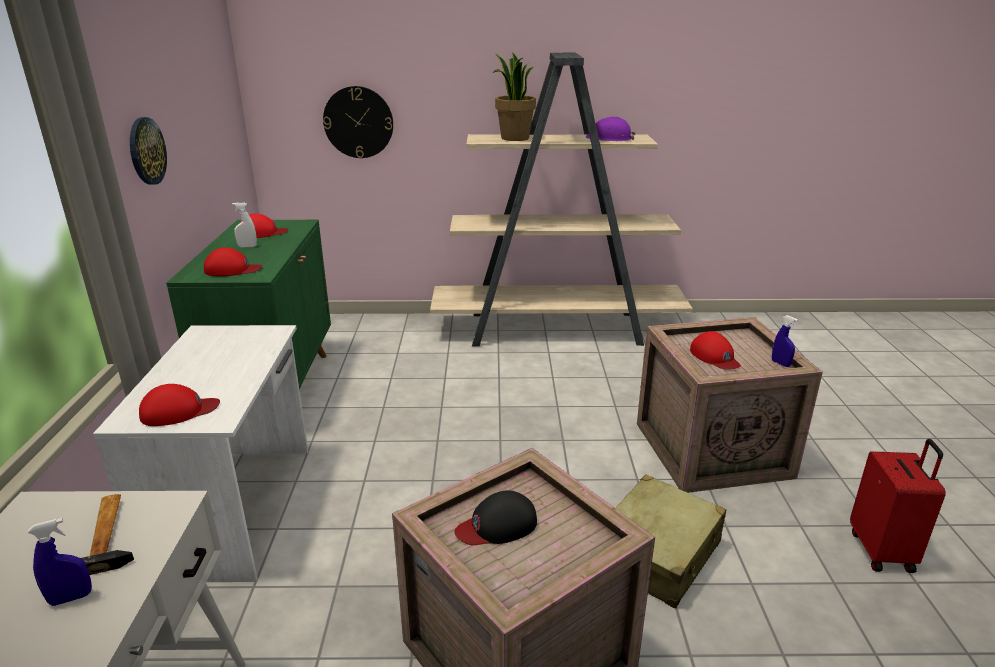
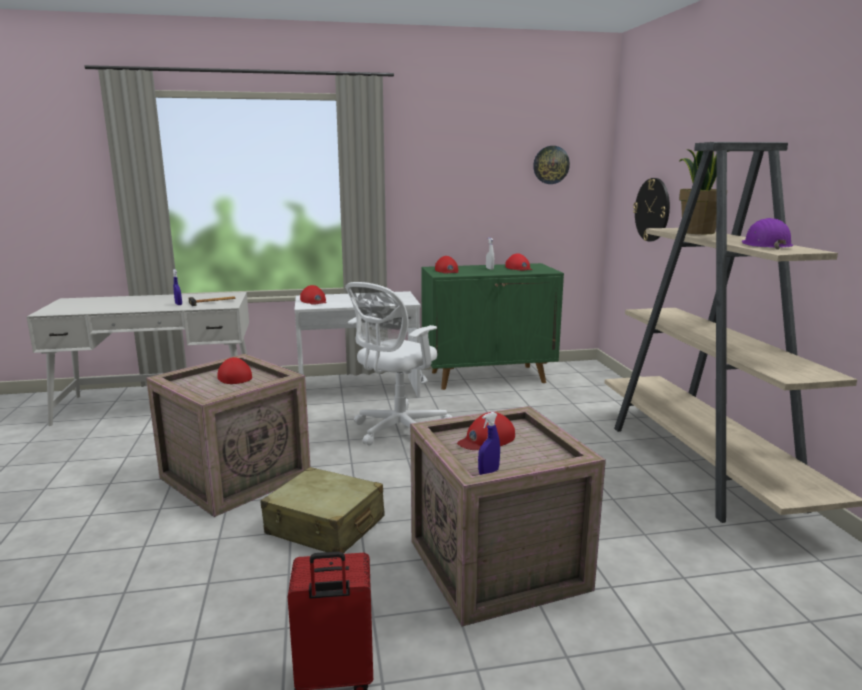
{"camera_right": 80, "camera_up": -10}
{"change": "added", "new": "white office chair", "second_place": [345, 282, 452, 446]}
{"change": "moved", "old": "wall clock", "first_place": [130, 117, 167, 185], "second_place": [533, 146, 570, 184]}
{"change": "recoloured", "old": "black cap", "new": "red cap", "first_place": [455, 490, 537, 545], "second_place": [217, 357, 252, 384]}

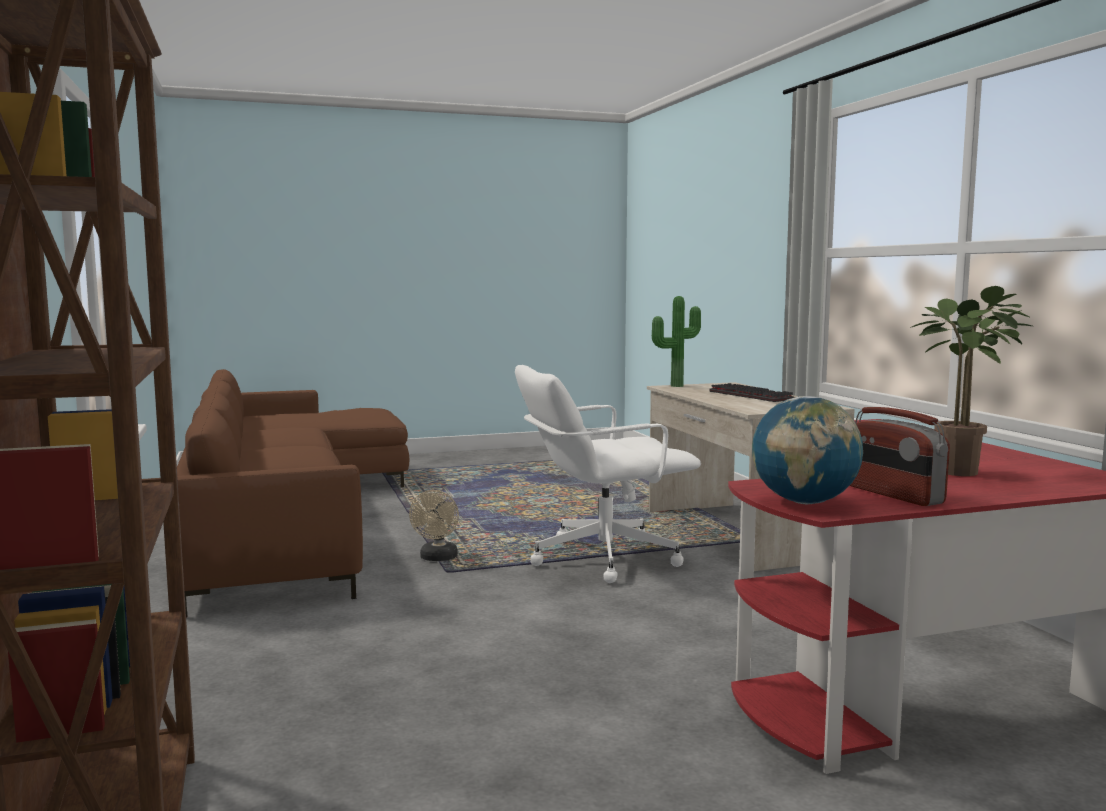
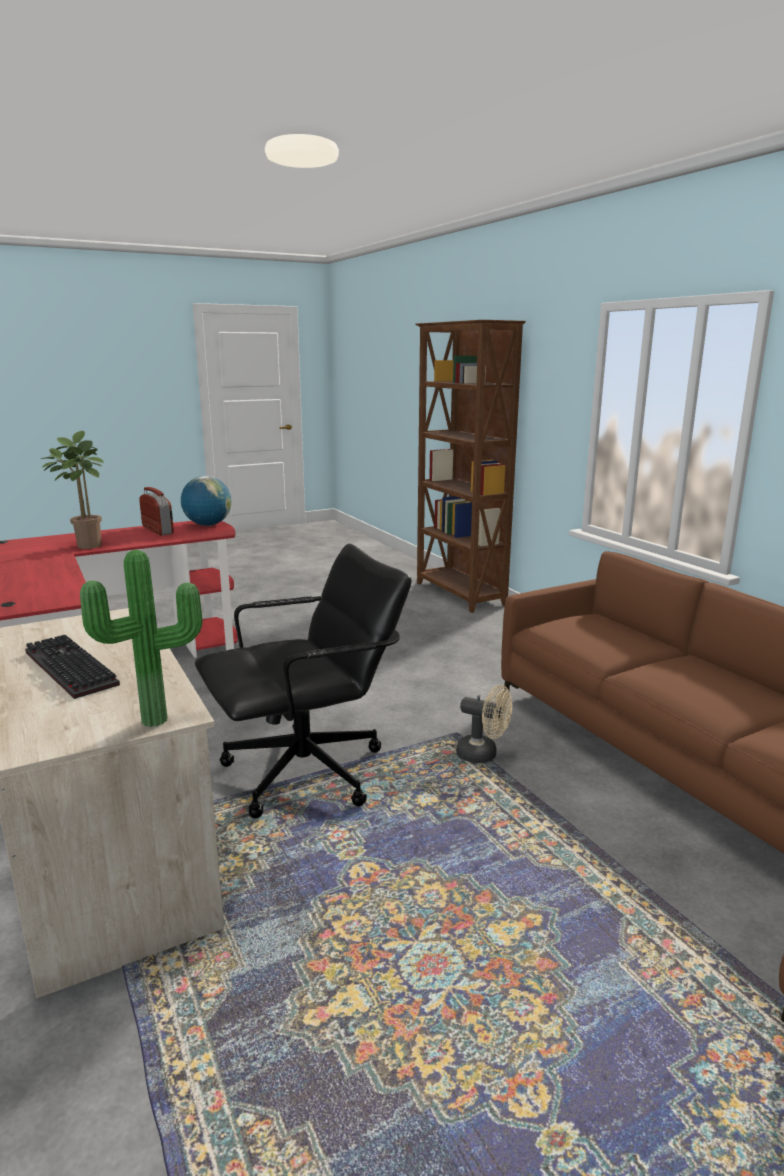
{"camera_right": 170, "camera_up": 10}
{"change": "recoloured", "old": "white office chair", "new": "black office chair", "first_place": [515, 365, 701, 583], "second_place": [195, 544, 412, 818]}
{"change": "turned", "old": "beige fan", "first_place": [409, 490, 459, 561], "second_place": [456, 685, 512, 763], "degrees": 120}

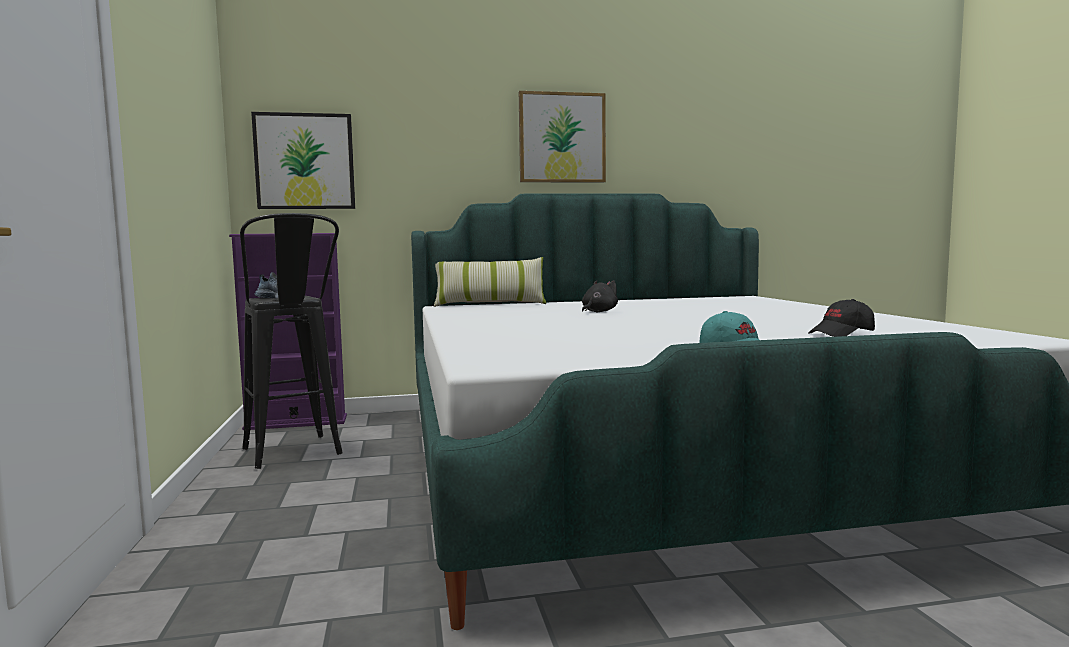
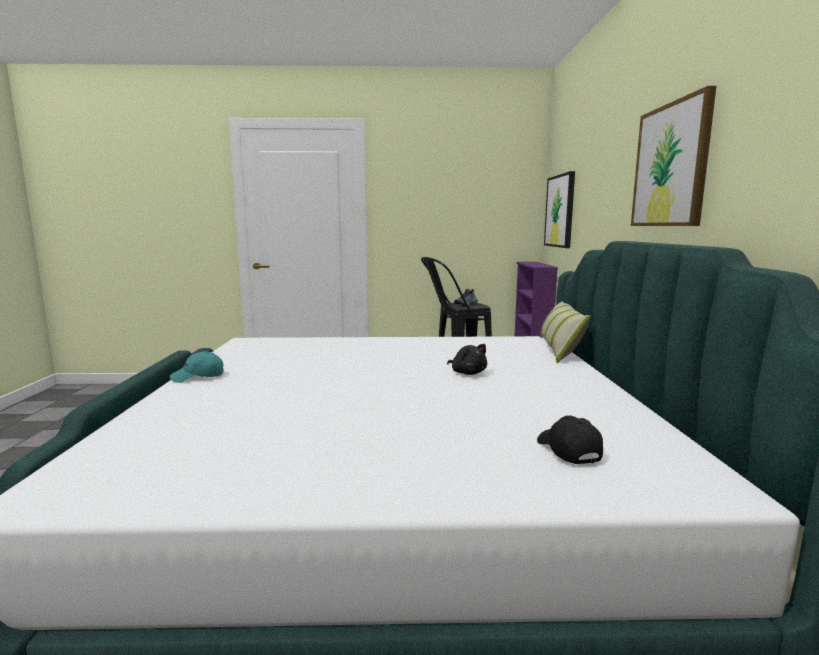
{"camera_right": 100, "camera_up": 5}
{"change": "moved", "old": "black cap", "first_place": [808, 299, 875, 337], "second_place": [537, 416, 603, 464]}

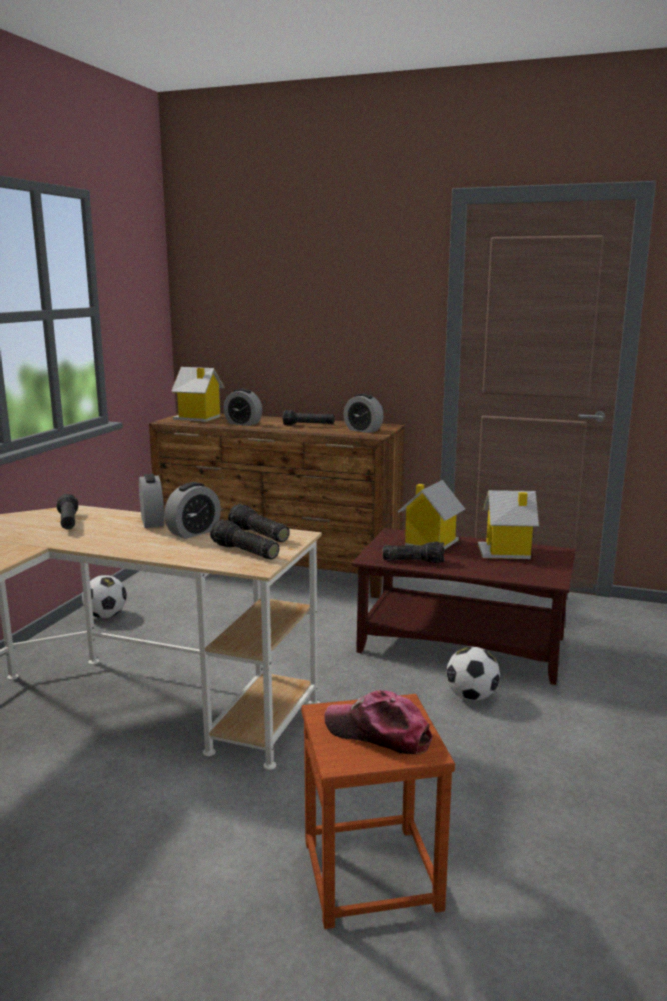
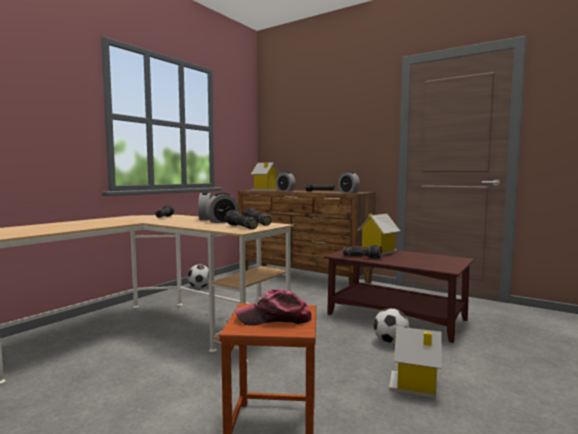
{"camera_right": 15, "camera_up": -10}
{"change": "moved", "old": "toy house", "first_place": [478, 490, 539, 559], "second_place": [389, 326, 442, 398]}
{"change": "turned", "old": "cap", "first_place": [324, 690, 432, 755], "second_place": [235, 289, 312, 326], "degrees": -45}

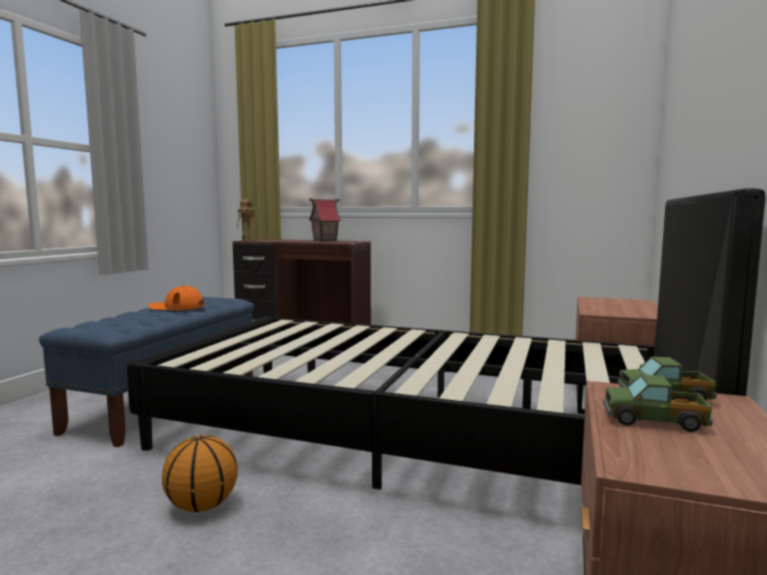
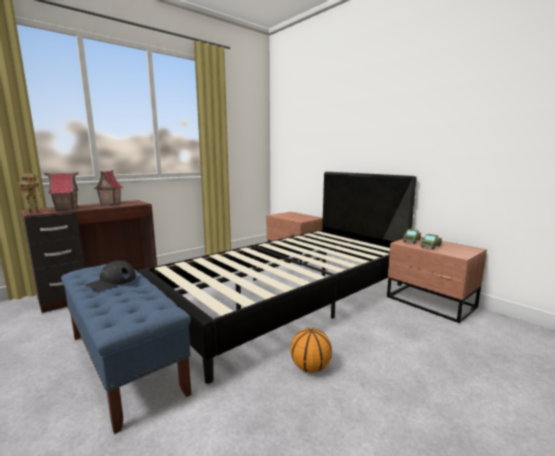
{"camera_right": -60, "camera_up": 5}
{"change": "added", "new": "toy house", "second_place": [44, 172, 79, 211]}
{"change": "recoloured", "old": "orange cap", "new": "black cap", "first_place": [149, 286, 204, 310], "second_place": [85, 261, 136, 290]}

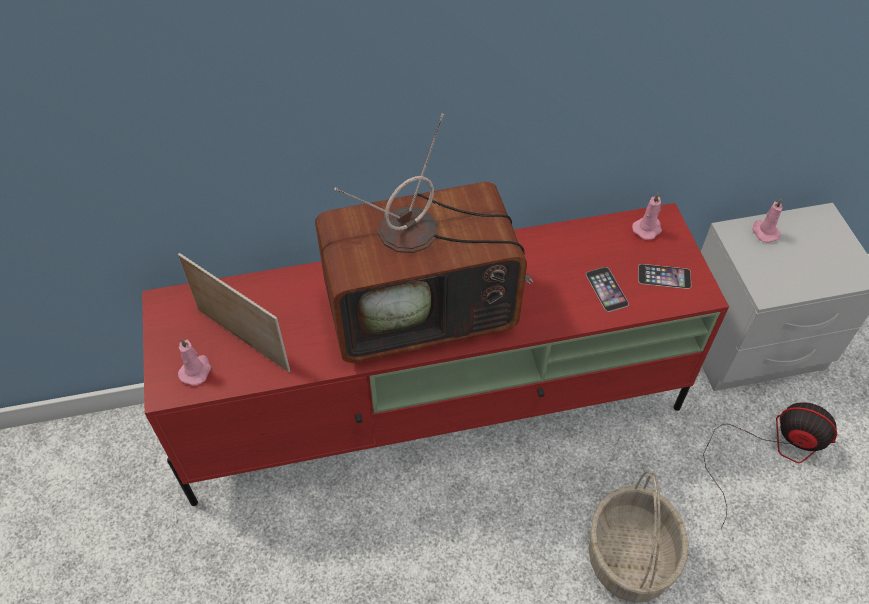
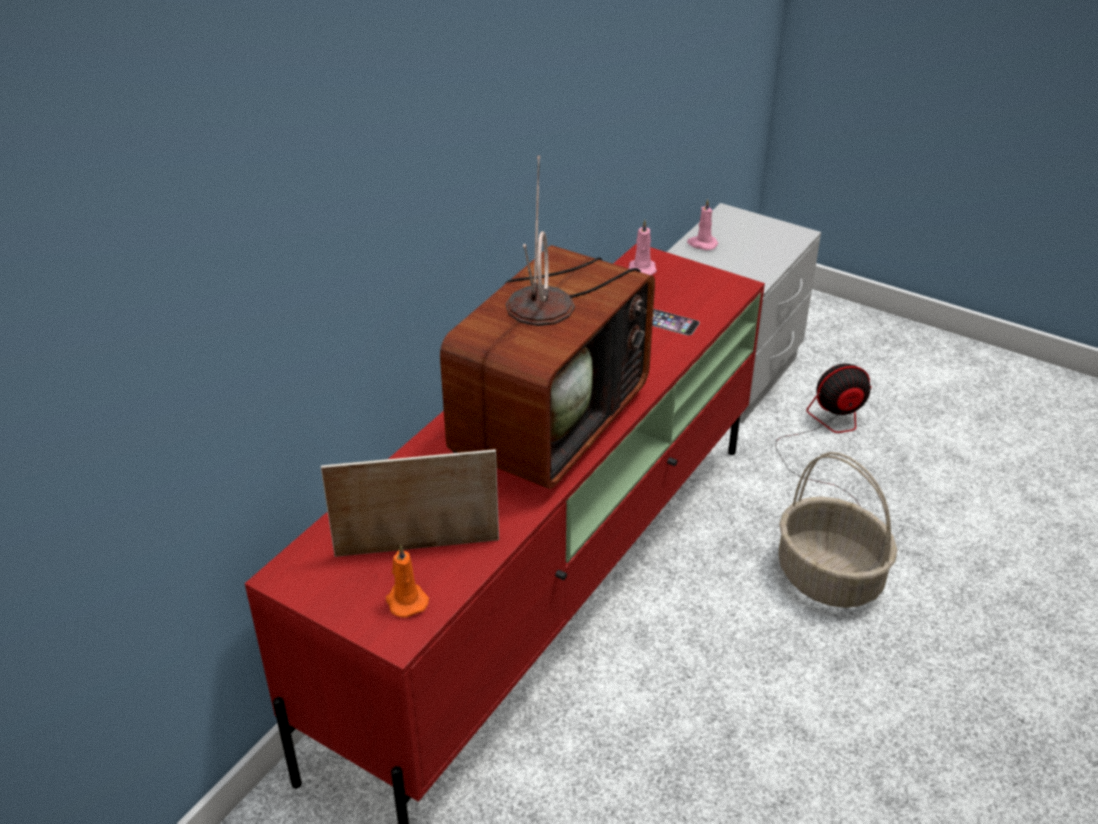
{"camera_right": -45, "camera_up": -15}
{"change": "removed", "old": "phone", "first_place": [638, 264, 691, 289]}
{"change": "recoloured", "old": "pink candle", "new": "orange candle", "first_place": [178, 338, 211, 386], "second_place": [386, 544, 429, 618]}

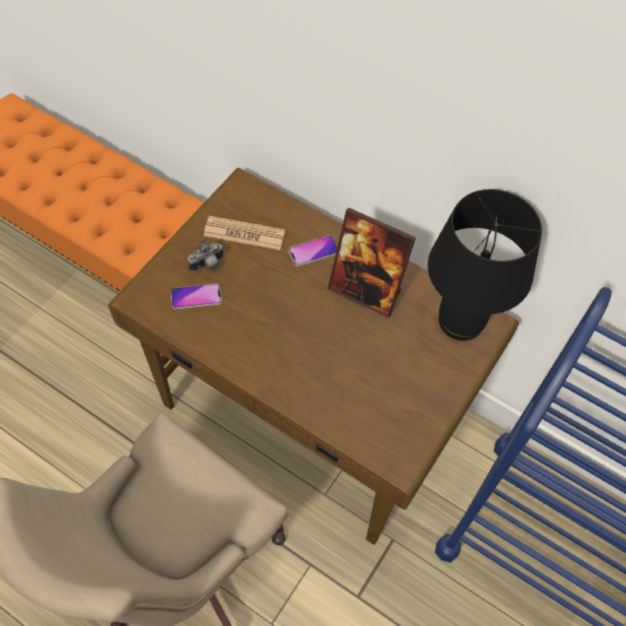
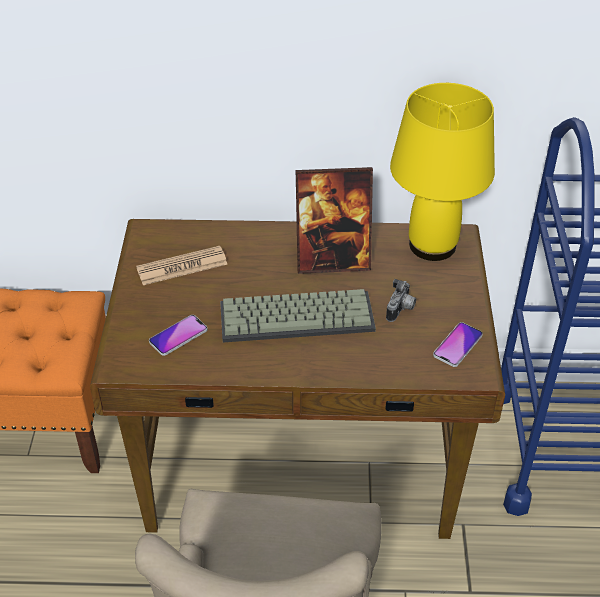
{"camera_right": -30, "camera_up": -15}
{"change": "added", "new": "keyboard", "second_place": [220, 289, 376, 342]}
{"change": "moved", "old": "photo camera", "first_place": [187, 239, 224, 272], "second_place": [386, 279, 416, 322]}
{"change": "moved", "old": "phone", "first_place": [289, 235, 337, 266], "second_place": [433, 322, 483, 367]}
{"change": "recoloured", "old": "black table lamp", "new": "yellow table lamp", "first_place": [428, 189, 542, 341], "second_place": [390, 83, 495, 261]}

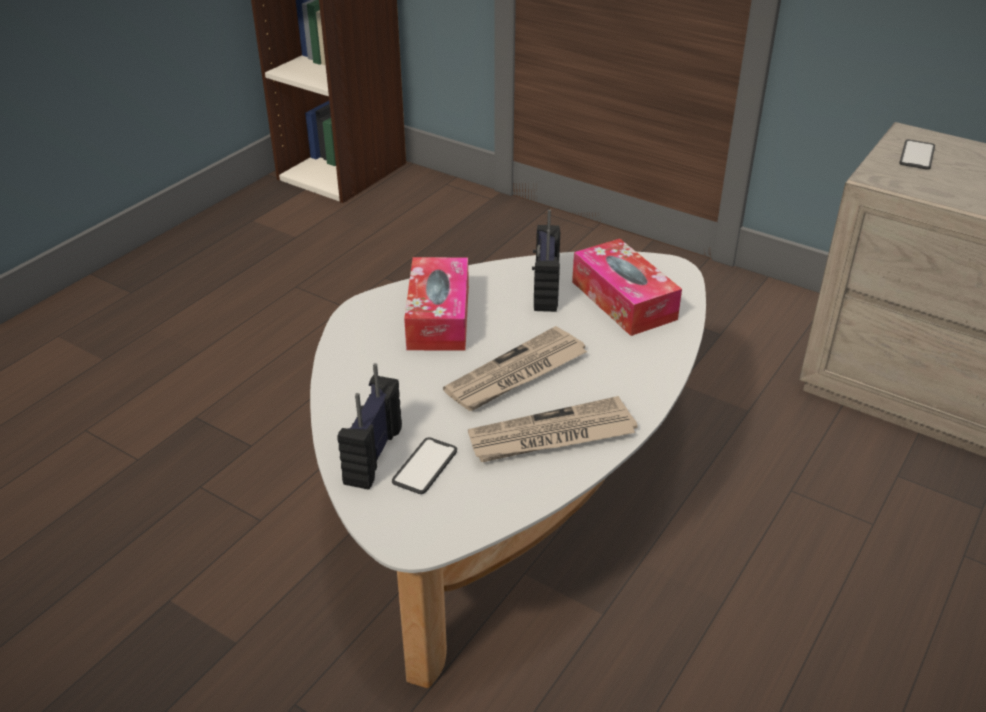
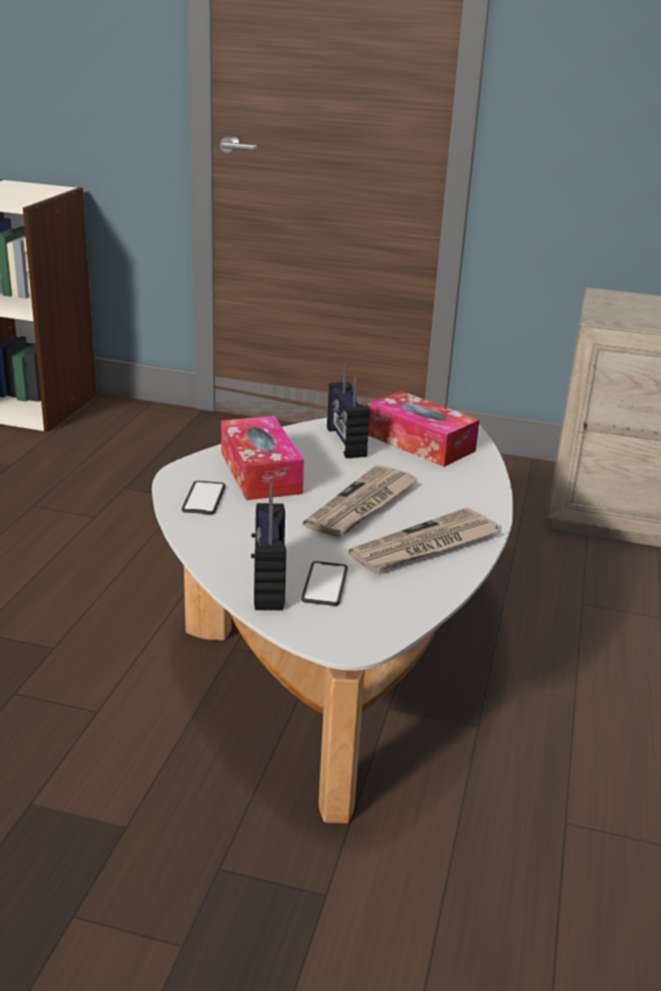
{"camera_right": -20, "camera_up": -10}
{"change": "moved", "old": "phone", "first_place": [899, 139, 935, 170], "second_place": [182, 481, 225, 515]}

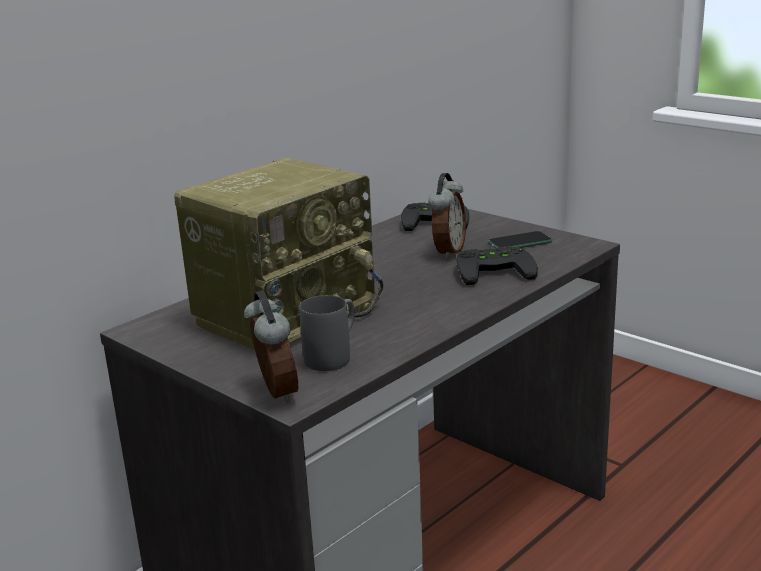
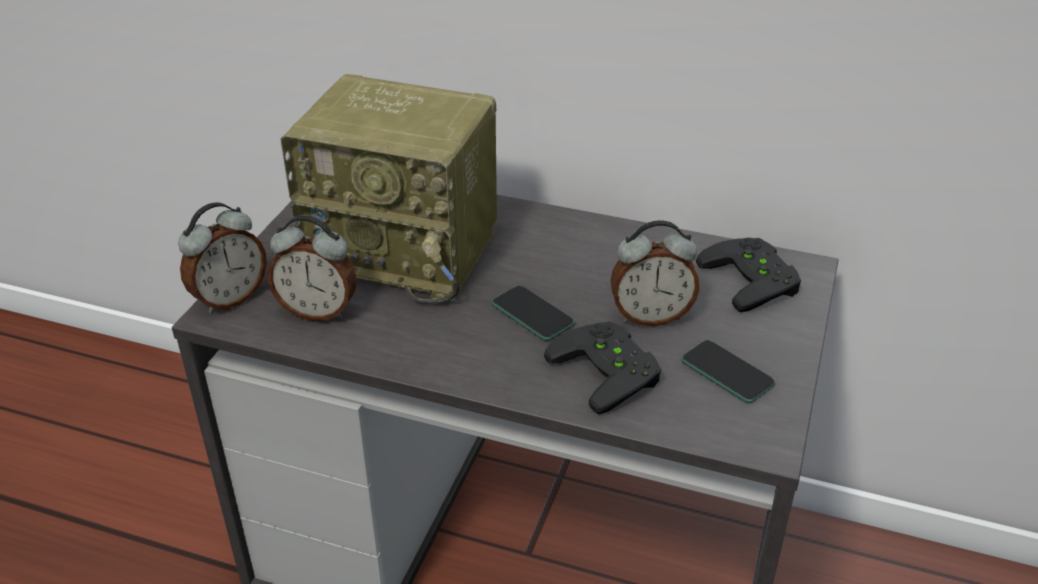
{"camera_right": 65, "camera_up": 15}
{"change": "added", "new": "phone", "second_place": [492, 285, 575, 341]}
{"change": "replaced", "old": "grey mug", "new": "alarm clock", "first_place": [299, 295, 355, 371], "second_place": [268, 215, 357, 321]}

